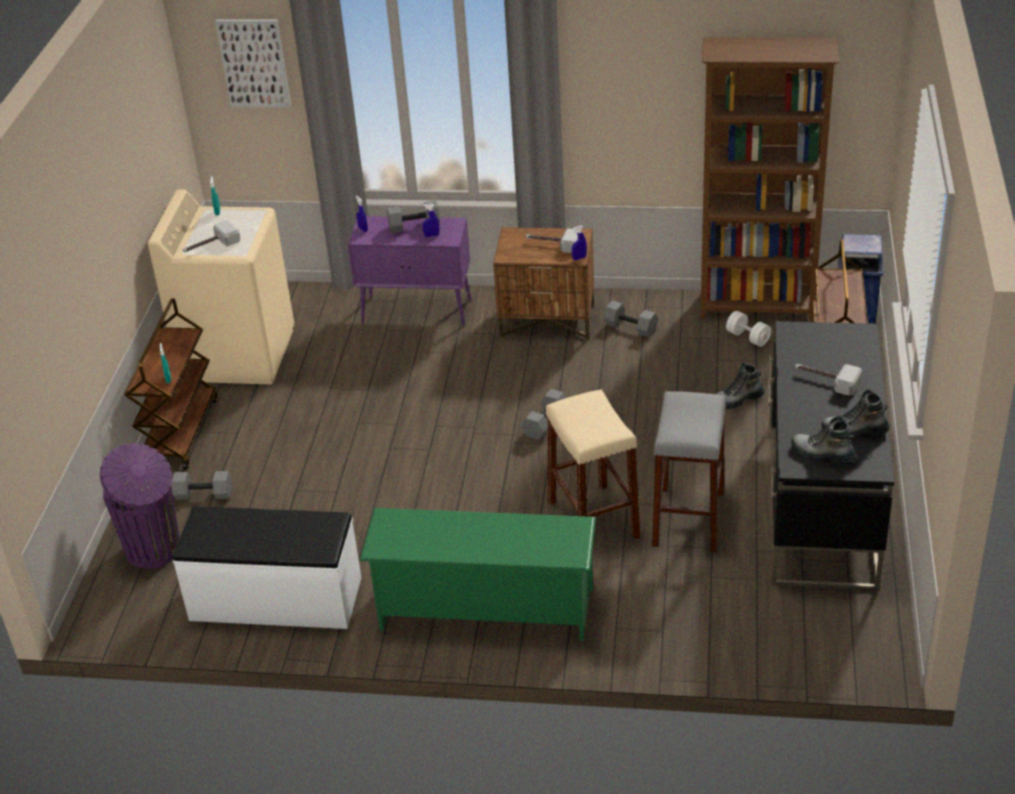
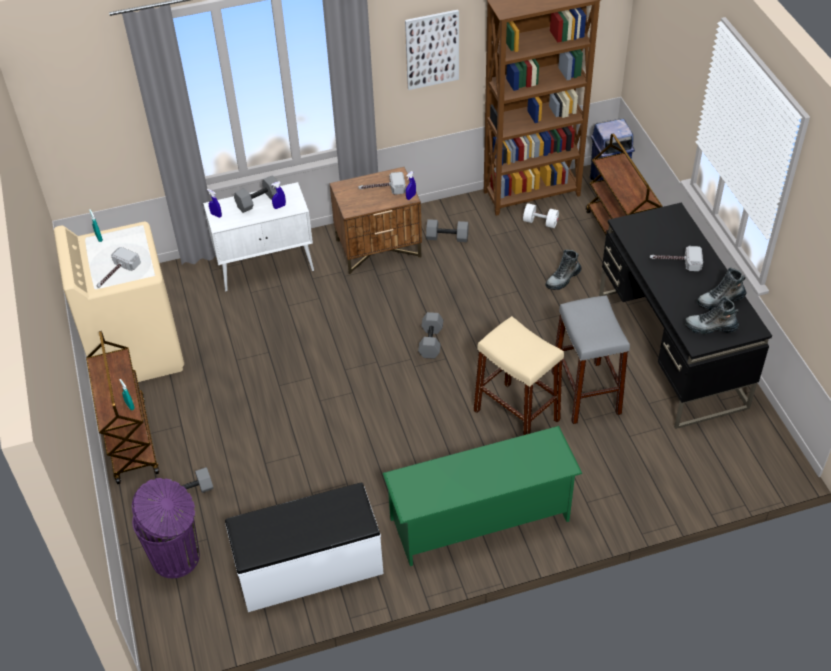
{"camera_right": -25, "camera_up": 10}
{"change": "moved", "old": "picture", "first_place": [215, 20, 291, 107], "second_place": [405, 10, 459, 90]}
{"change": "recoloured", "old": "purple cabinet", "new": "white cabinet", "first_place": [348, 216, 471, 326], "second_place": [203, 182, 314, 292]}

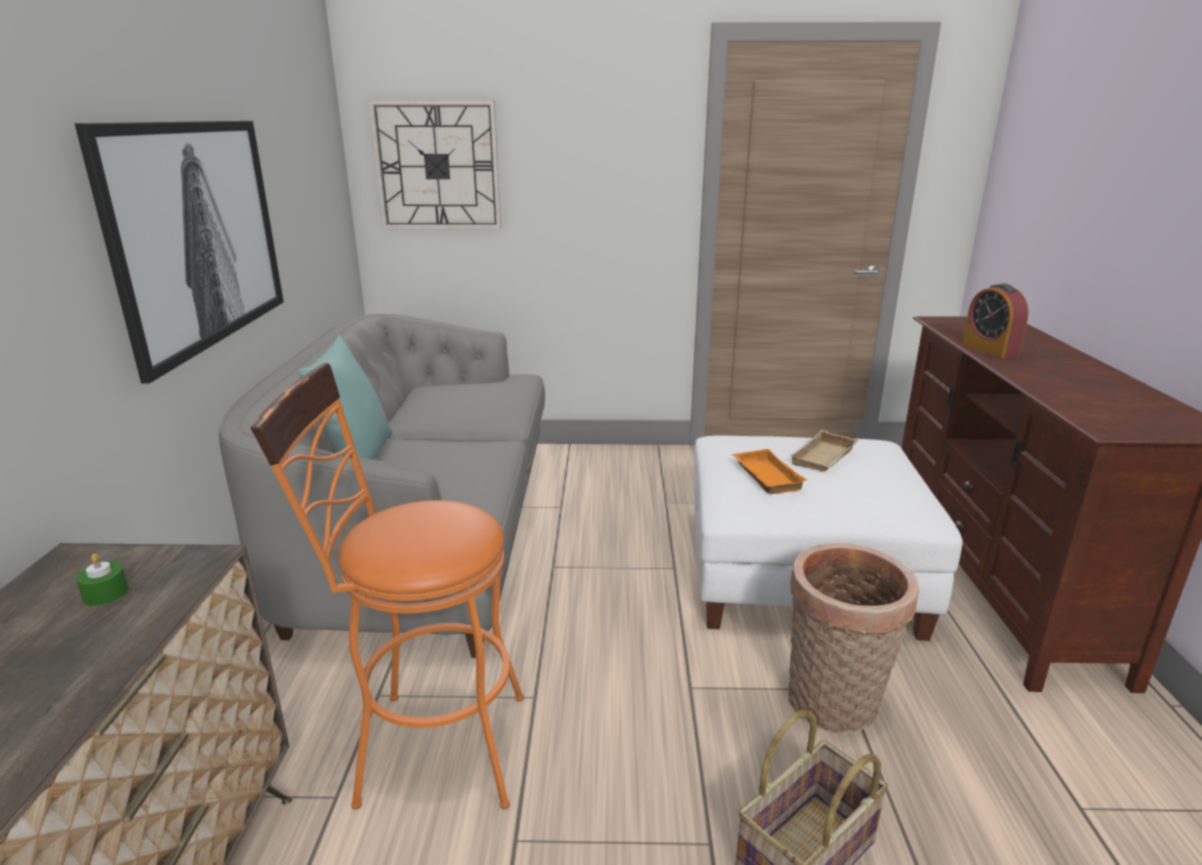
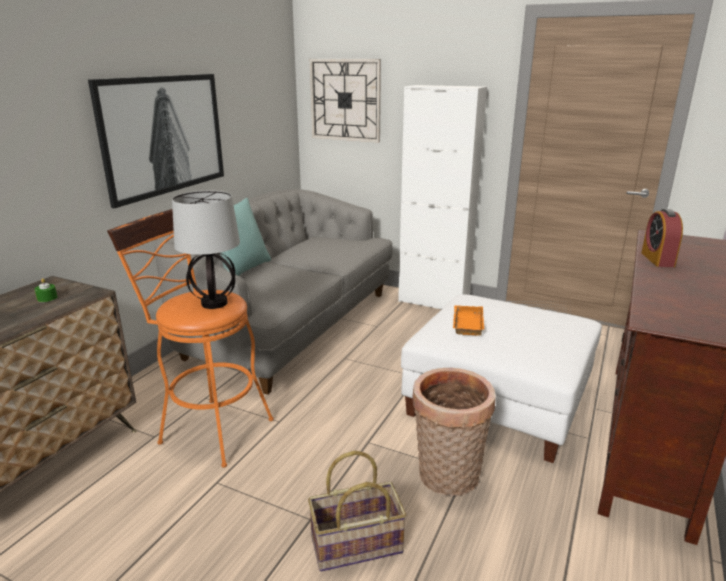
{"camera_right": 25, "camera_up": 0}
{"change": "removed", "old": "beige tray", "first_place": [790, 430, 858, 472]}
{"change": "added", "new": "table lamp", "second_place": [172, 191, 240, 309]}
{"change": "added", "new": "white cabinet", "second_place": [398, 85, 487, 309]}

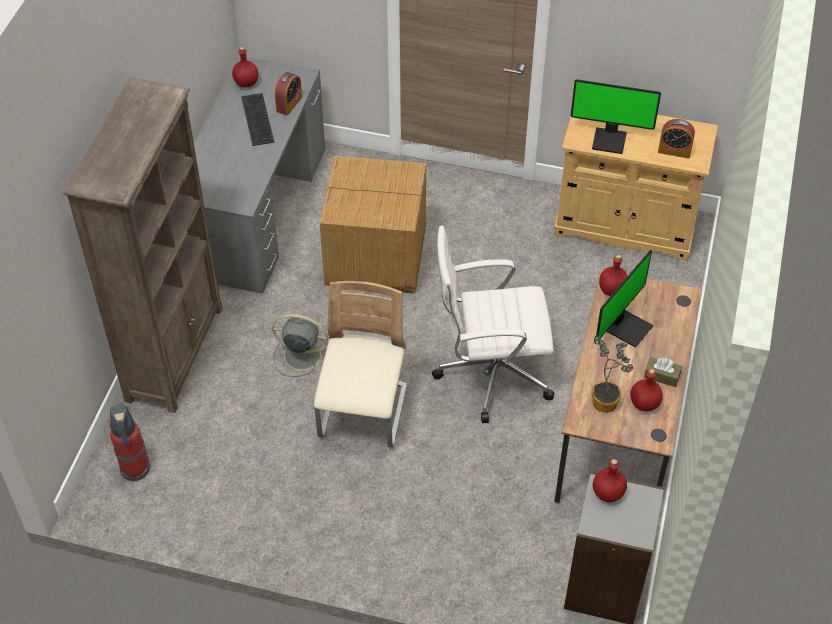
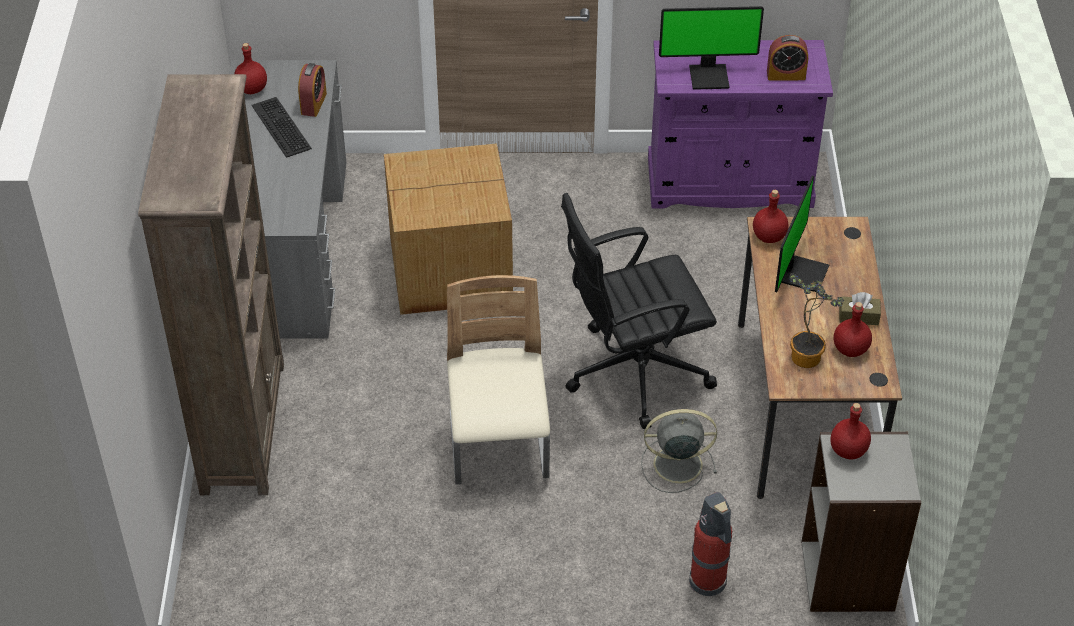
{"camera_right": -15, "camera_up": -5}
{"change": "moved", "old": "fire extinguisher", "first_place": [107, 404, 150, 481], "second_place": [689, 492, 732, 596]}
{"change": "moved", "old": "grey fan", "first_place": [272, 314, 328, 377], "second_place": [641, 409, 717, 493]}
{"change": "recoloured", "old": "white office chair", "new": "black office chair", "first_place": [432, 226, 555, 423], "second_place": [561, 193, 717, 429]}
{"change": "recoloured", "old": "beige cabinet", "new": "purple cabinet", "first_place": [554, 115, 718, 261], "second_place": [648, 40, 833, 208]}

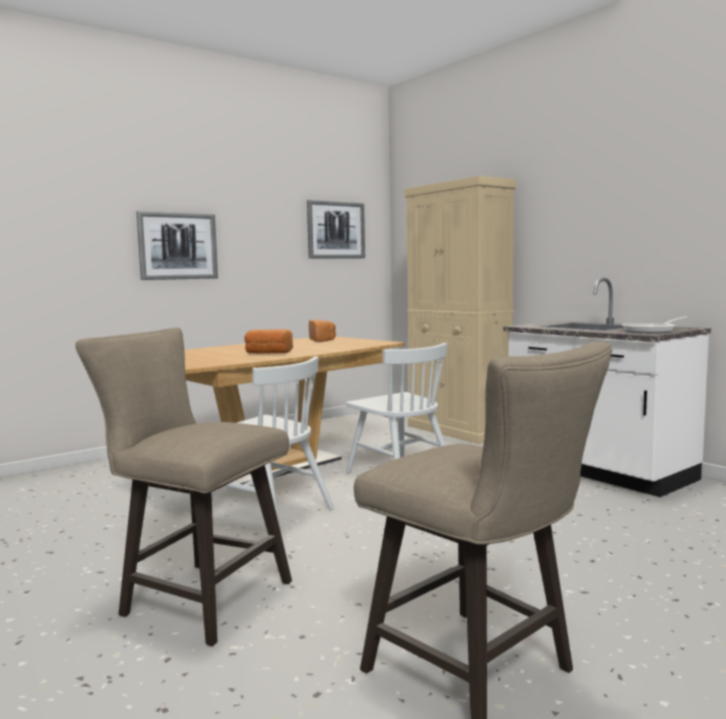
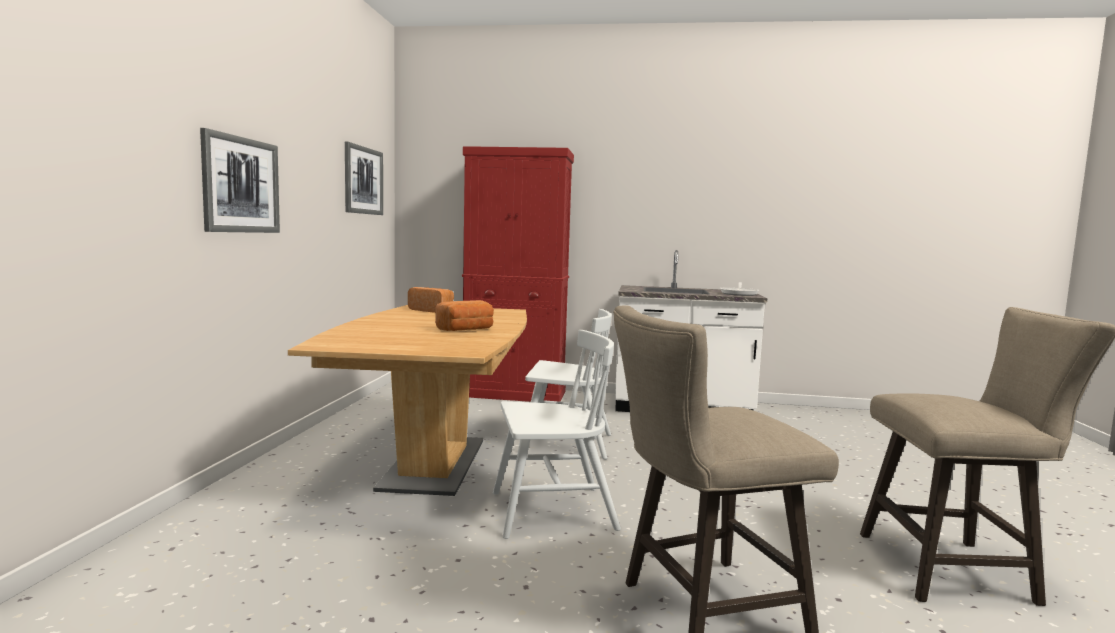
{"camera_right": -45, "camera_up": 0}
{"change": "recoloured", "old": "beige cabinet", "new": "red cabinet", "first_place": [405, 176, 516, 444], "second_place": [462, 146, 574, 402]}

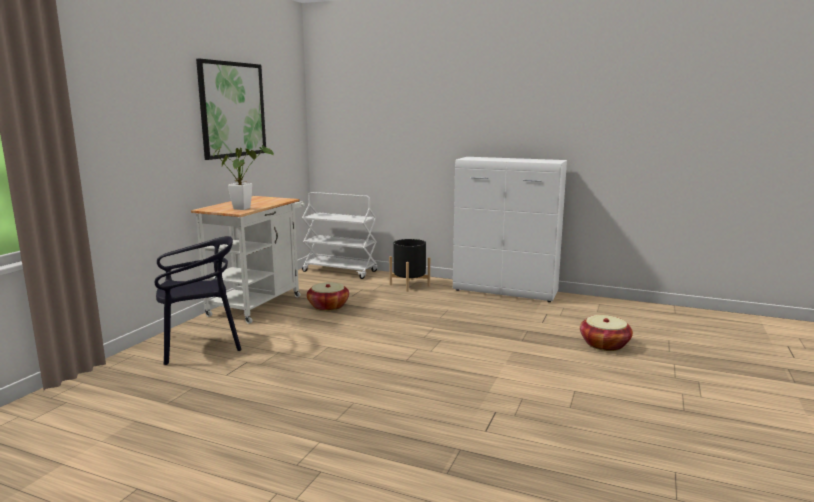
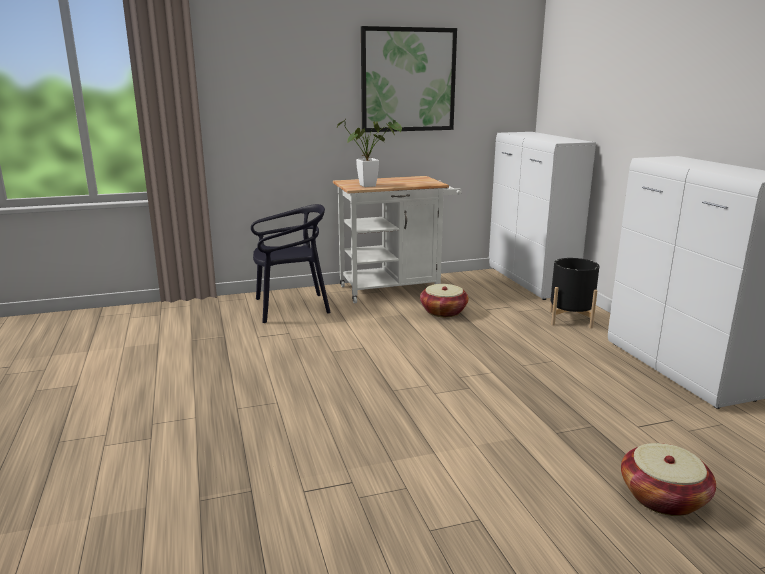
{"camera_right": 50, "camera_up": 5}
{"change": "replaced", "old": "white cart", "new": "white cabinet", "first_place": [302, 192, 378, 279], "second_place": [489, 132, 596, 300]}
{"change": "turned", "old": "black chair", "first_place": [155, 236, 242, 365], "second_place": [251, 204, 331, 323], "degrees": -45}

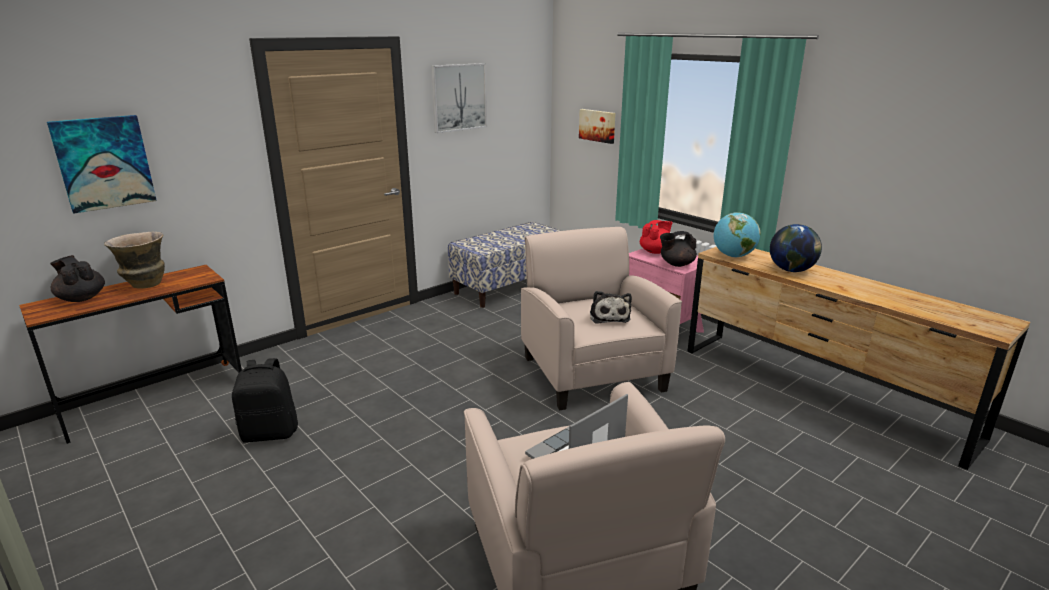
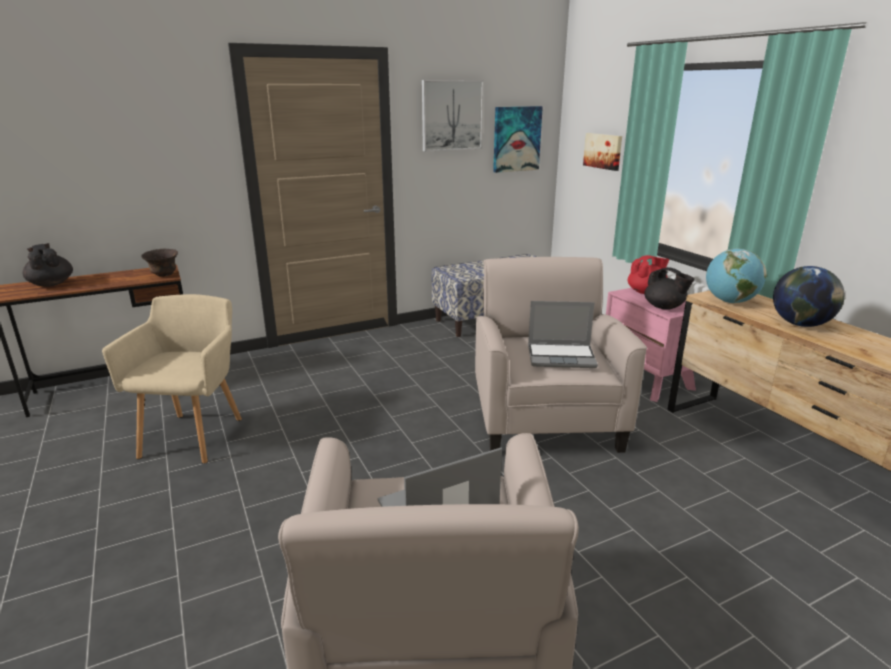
{"camera_right": 15, "camera_up": 0}
{"change": "removed", "old": "vase", "first_place": [104, 232, 165, 289]}
{"change": "added", "new": "brown bowl", "second_place": [141, 249, 178, 277]}
{"change": "moved", "old": "picture", "first_place": [47, 115, 157, 214], "second_place": [493, 106, 543, 173]}
{"change": "replaced", "old": "black backpack", "new": "beige armchair", "first_place": [232, 358, 298, 443], "second_place": [102, 294, 242, 464]}
{"change": "replaced", "old": "plush toy", "new": "laptop", "first_place": [590, 291, 632, 324], "second_place": [528, 301, 598, 368]}
{"change": "turned", "old": "black teapot", "first_place": [660, 231, 697, 267], "second_place": [644, 267, 694, 310], "degrees": -135}

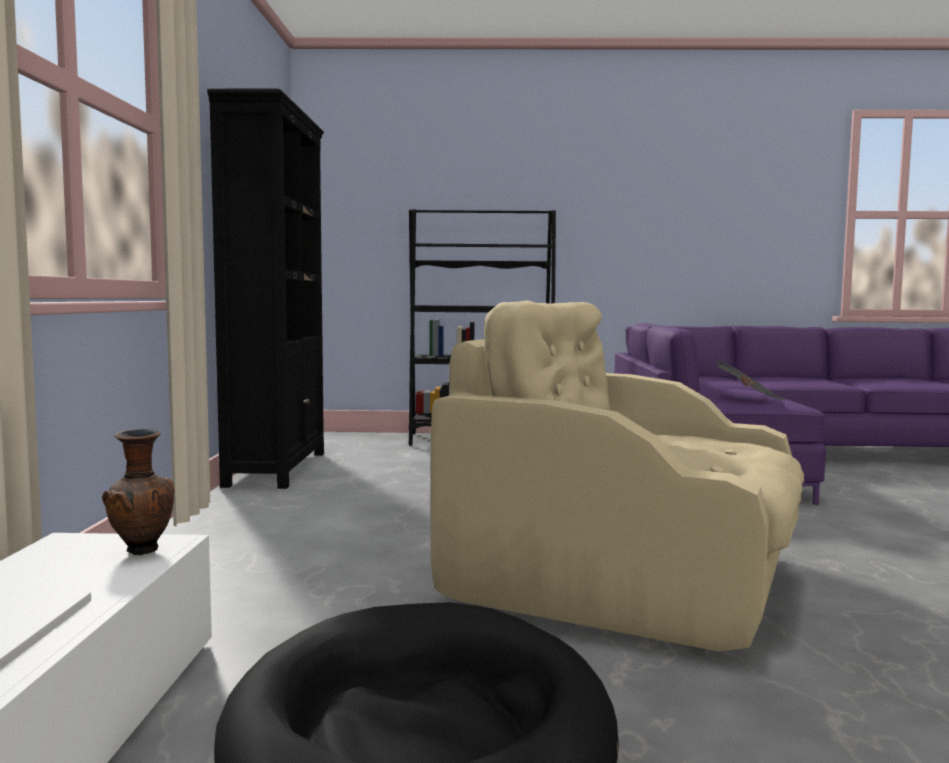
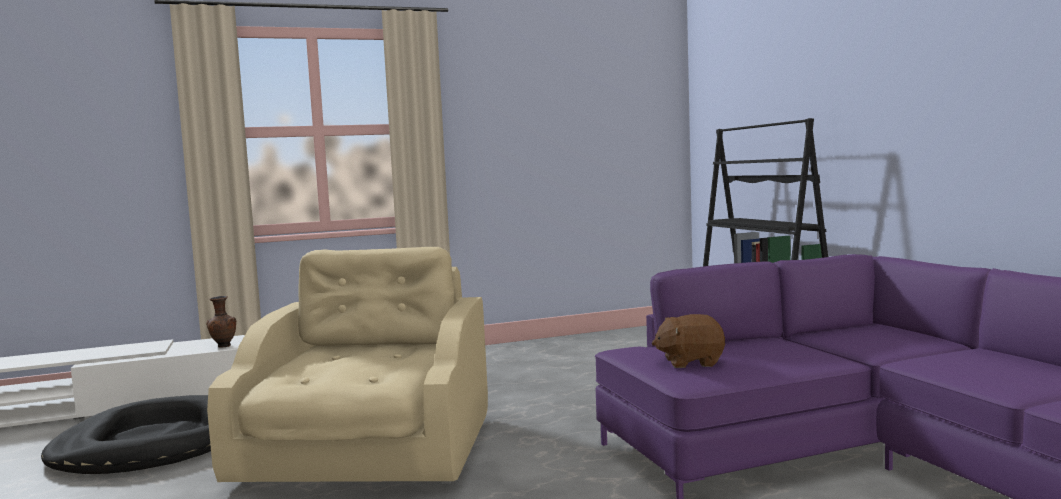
{"camera_right": 70, "camera_up": 0}
{"change": "removed", "old": "black bookcase", "first_place": [207, 88, 324, 489]}
{"change": "replaced", "old": "newspaper", "new": "brown plush toy", "first_place": [716, 362, 786, 400], "second_place": [652, 314, 725, 368]}

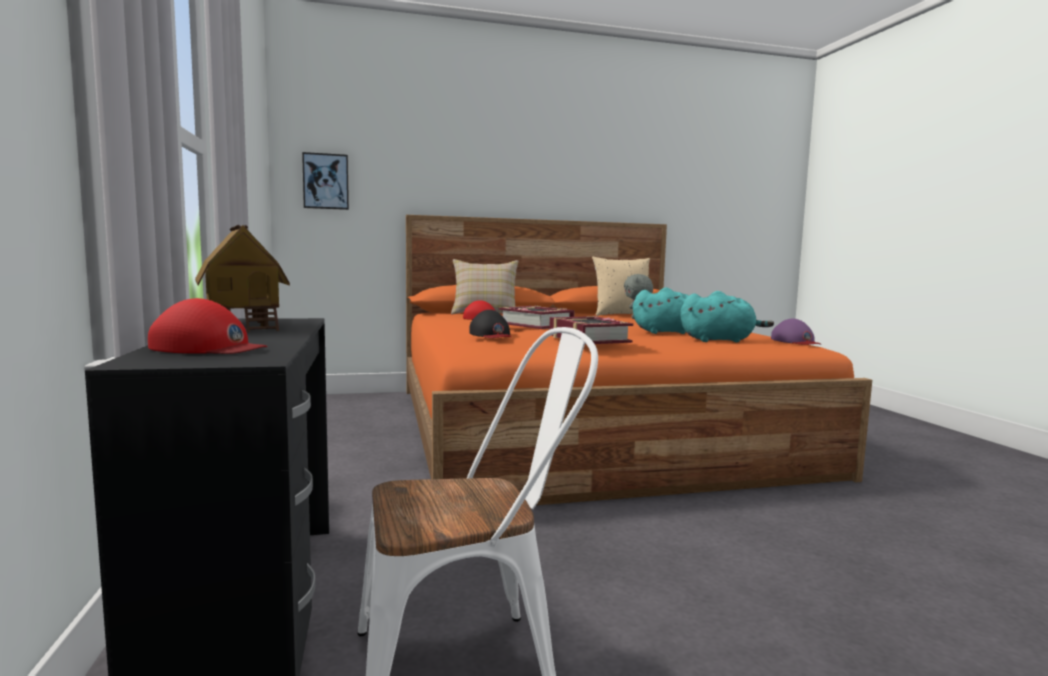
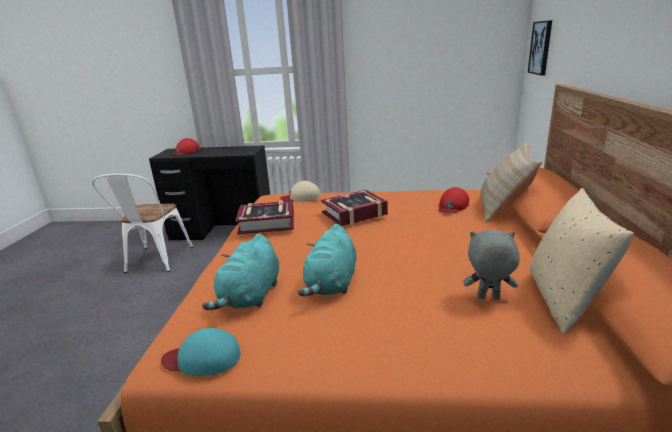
{"camera_right": 110, "camera_up": 15}
{"change": "removed", "old": "toy house", "first_place": [195, 225, 290, 332]}
{"change": "recoloured", "old": "black cap", "new": "beige cap", "first_place": [469, 310, 512, 338], "second_place": [280, 181, 321, 202]}
{"change": "recoloured", "old": "purple cap", "new": "turquoise cap", "first_place": [771, 318, 821, 345], "second_place": [161, 328, 241, 376]}

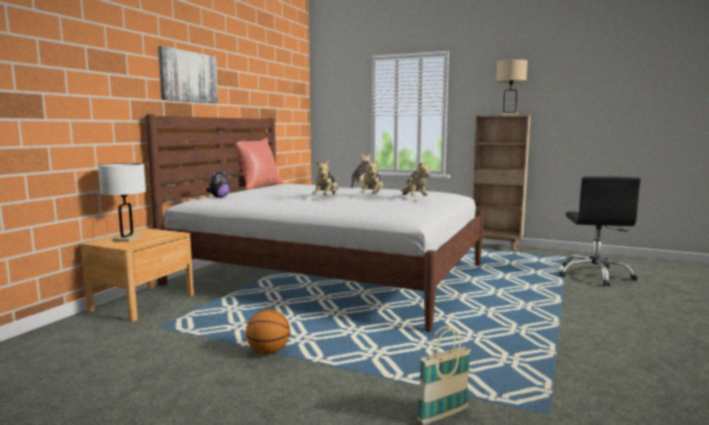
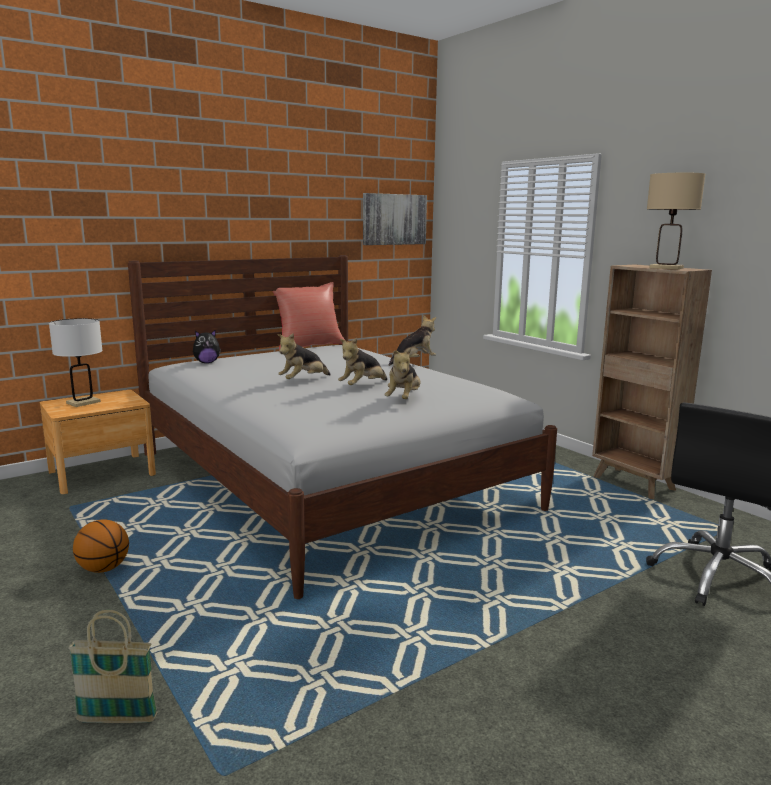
{"camera_right": 30, "camera_up": 5}
{"change": "moved", "old": "picture", "first_place": [158, 46, 218, 103], "second_place": [363, 193, 427, 245]}

